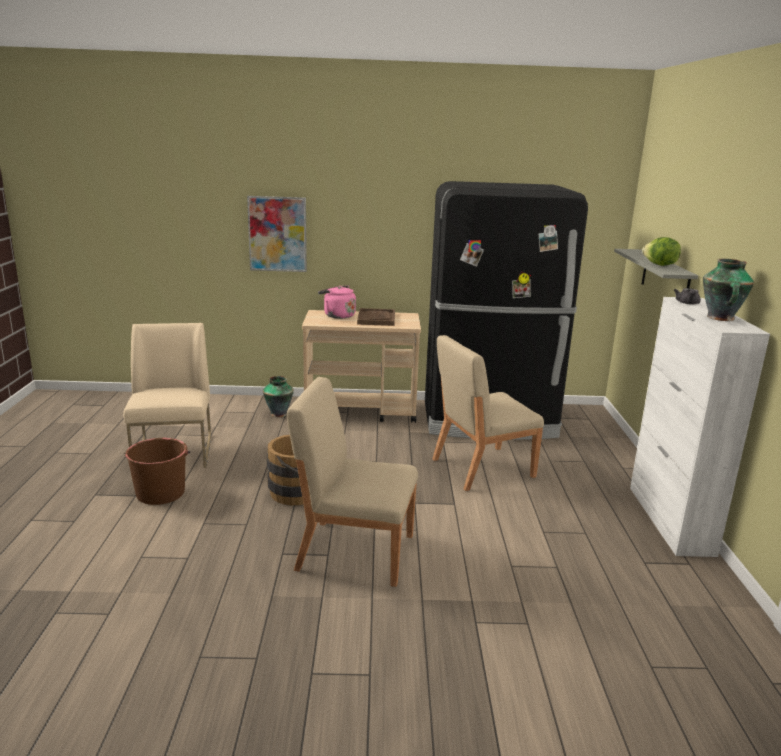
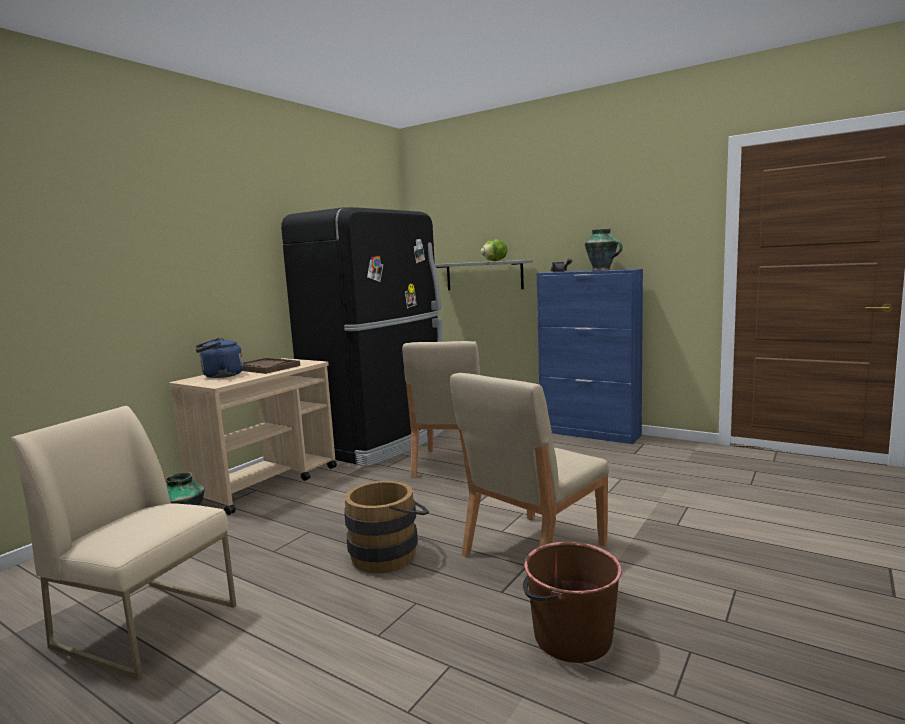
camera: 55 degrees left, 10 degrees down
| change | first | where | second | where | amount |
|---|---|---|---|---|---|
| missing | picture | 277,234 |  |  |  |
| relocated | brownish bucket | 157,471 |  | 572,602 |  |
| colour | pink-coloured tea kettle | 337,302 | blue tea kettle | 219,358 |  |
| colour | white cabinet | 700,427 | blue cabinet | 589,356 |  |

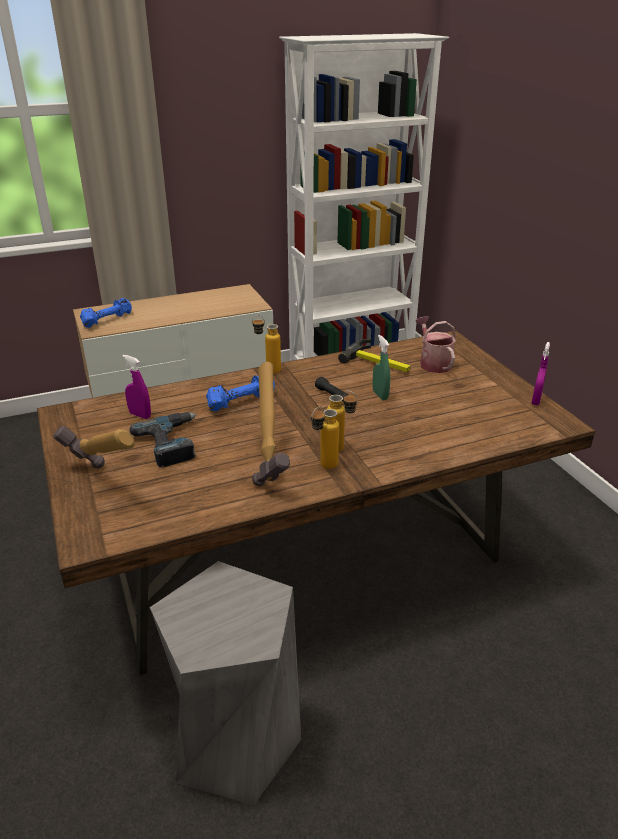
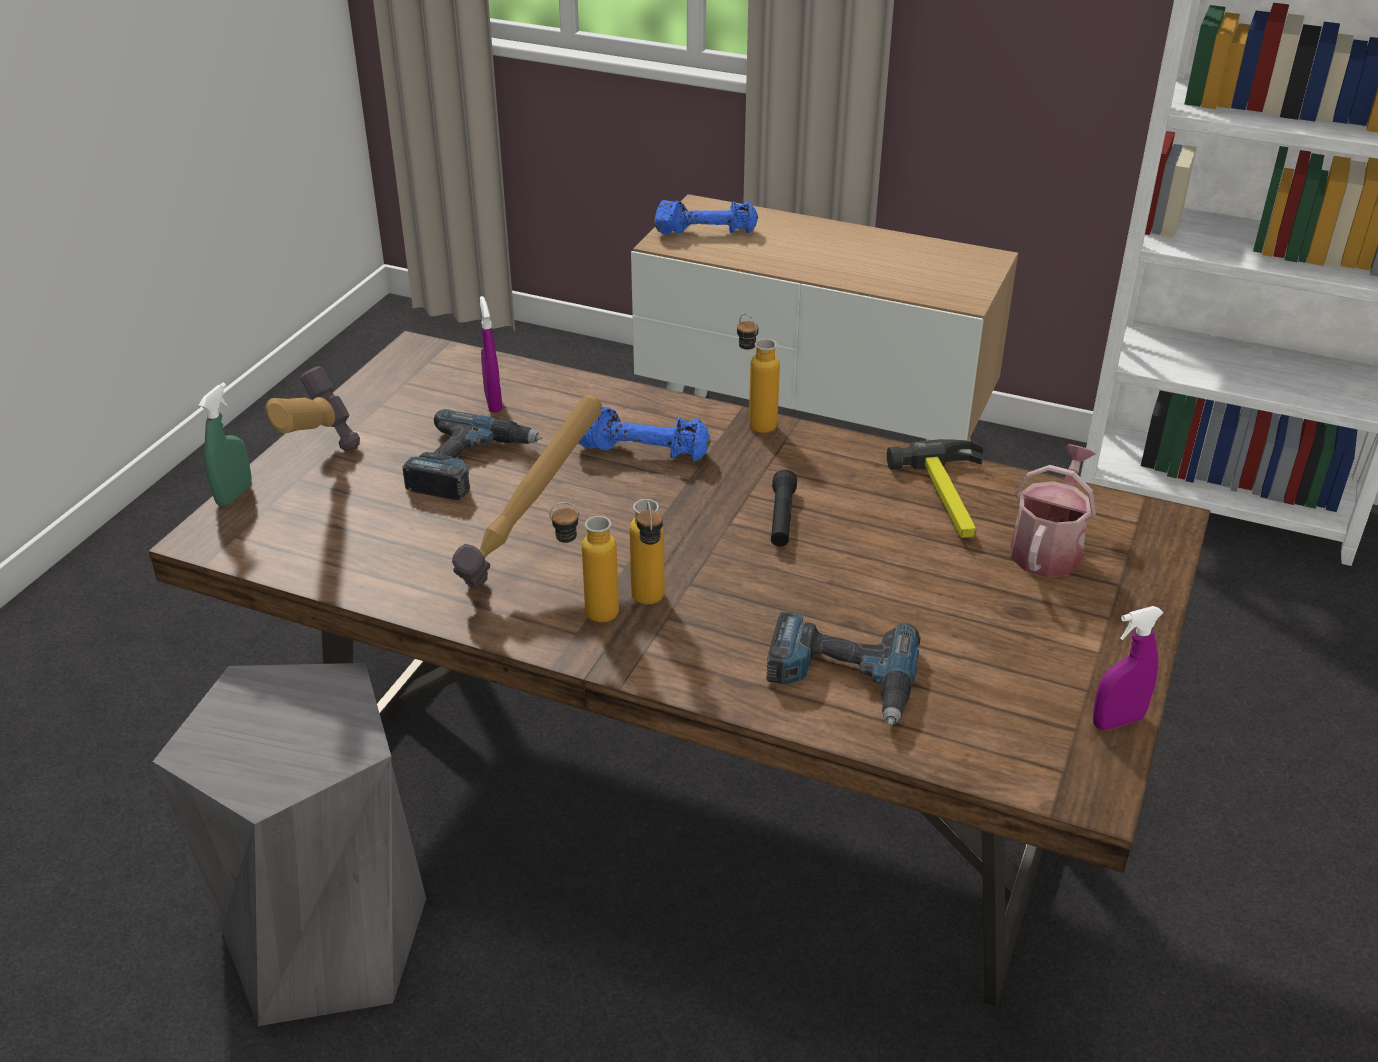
camera: 45 degrees right, 5 degrees up
| change | first | where | second | where | amount |
|---|---|---|---|---|---|
| appeared |  |  | power drill | 843,668 |  |
| relocated | greenish sprayer | 381,367 |  | 225,444 |  |

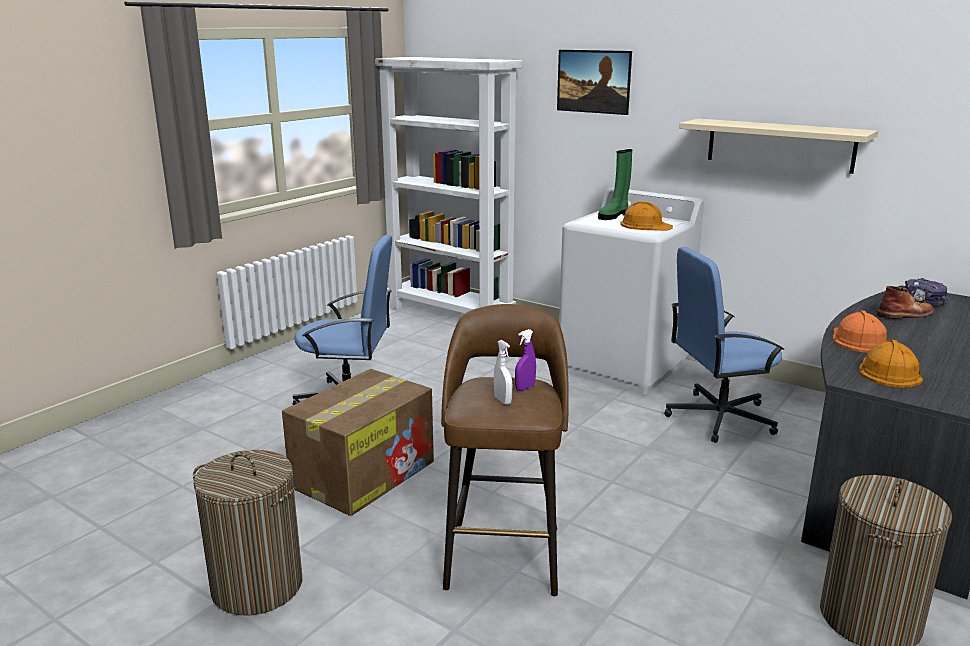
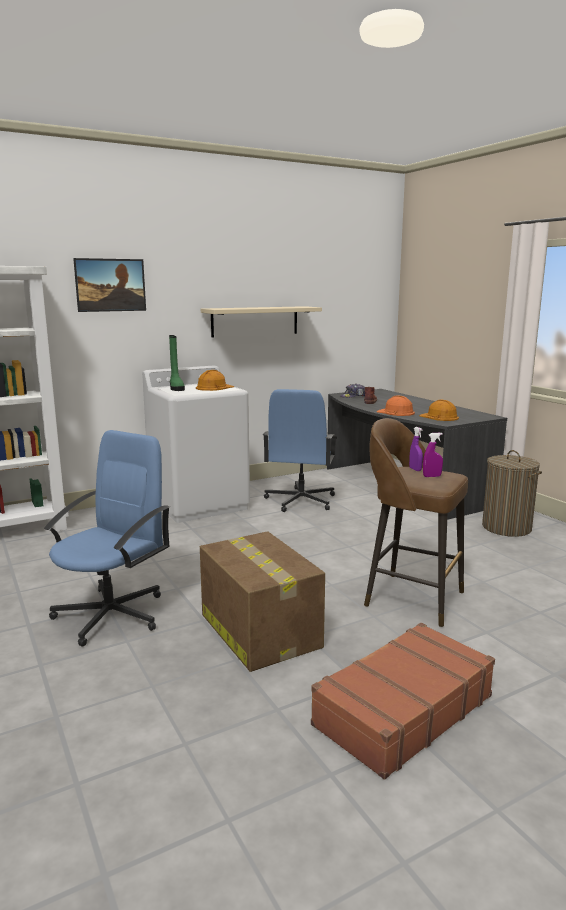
camera: 65 degrees left, 5 degrees down
| change | first | where | second | where | amount |
|---|---|---|---|---|---|
| exchanged | hamper | 247,532 | brownish suitcase | 403,701 |  |
| colour | white sprayer | 503,372 | purple-coloured sprayer | 433,455 |  |

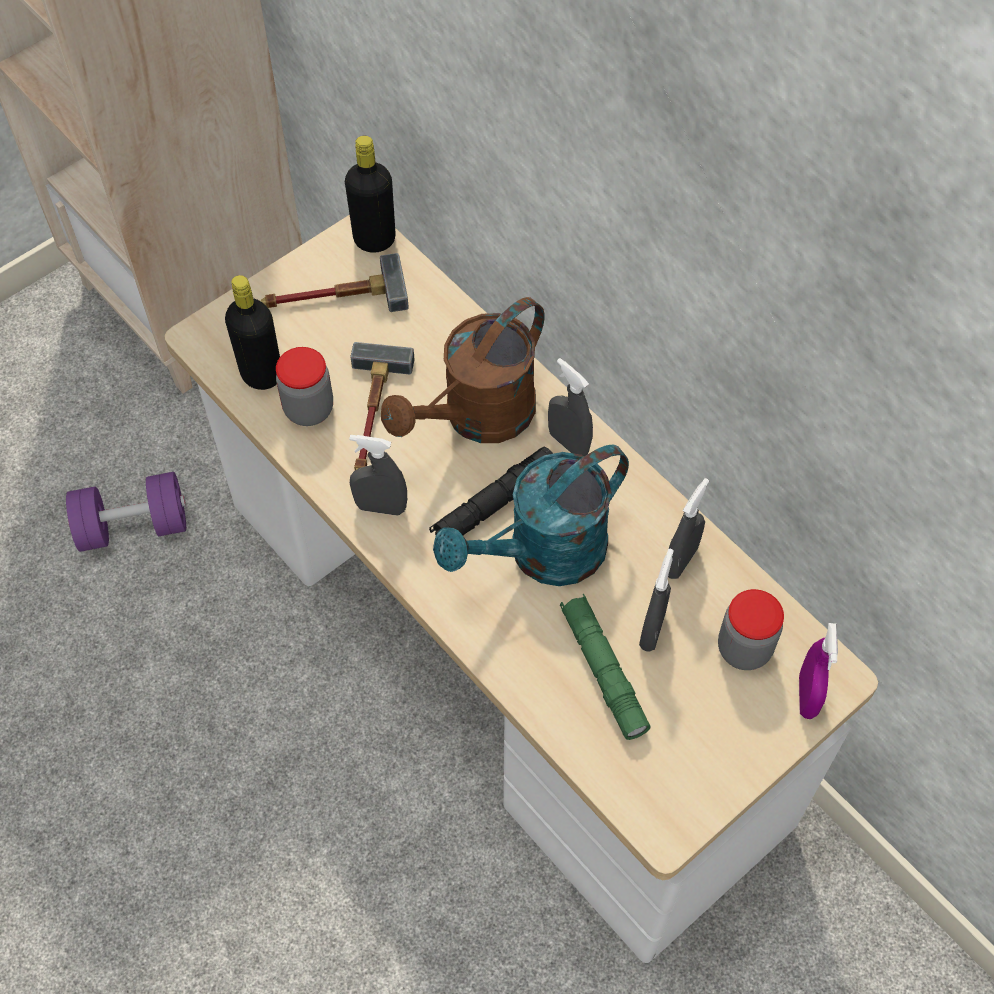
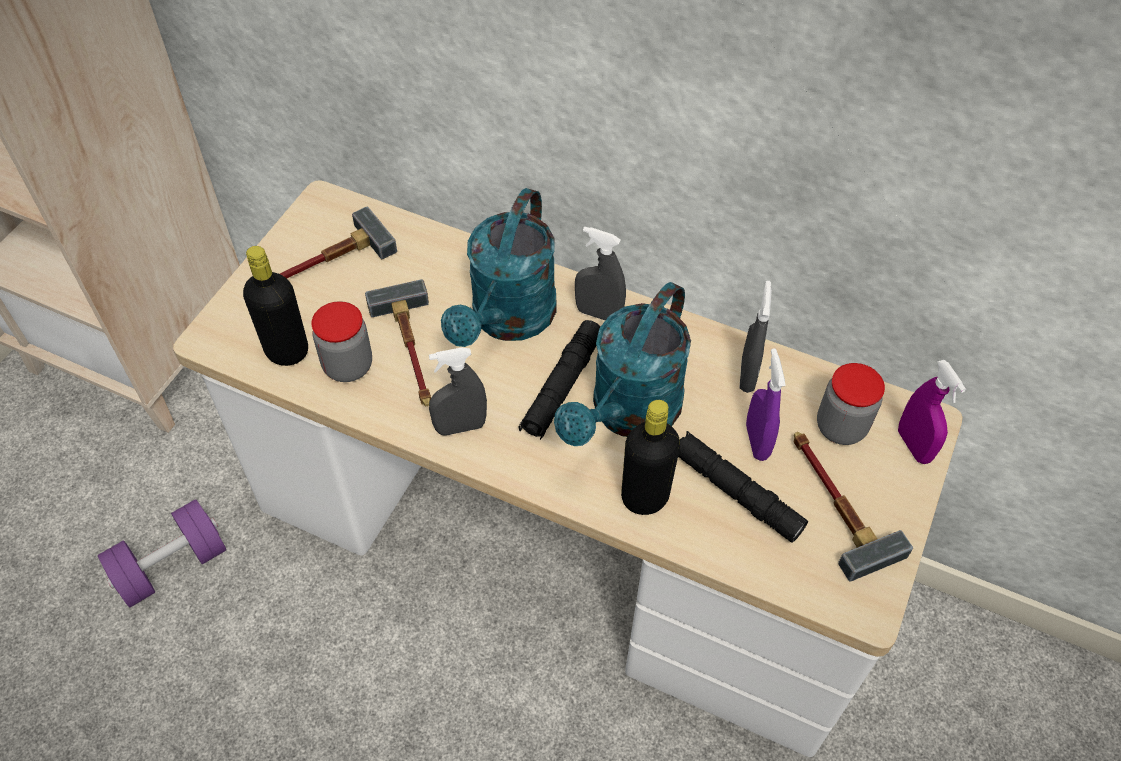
camera: 25 degrees left, 5 degrees down
| change | first | where | second | where | amount |
|---|---|---|---|---|---|
| appeared |  |  | hammer | 853,507 |  |
| relocated | black beverage bottle | 370,194 |  | 650,457 |  |
| colour | brownish watering can | 463,370 | turquoise-coloured watering can | 499,267 |  |
| colour | greenish torch | 605,667 | black torch | 743,487 |  |
| colour | gray sprayer | 656,600 | purple-coloured sprayer | 766,404 |  |

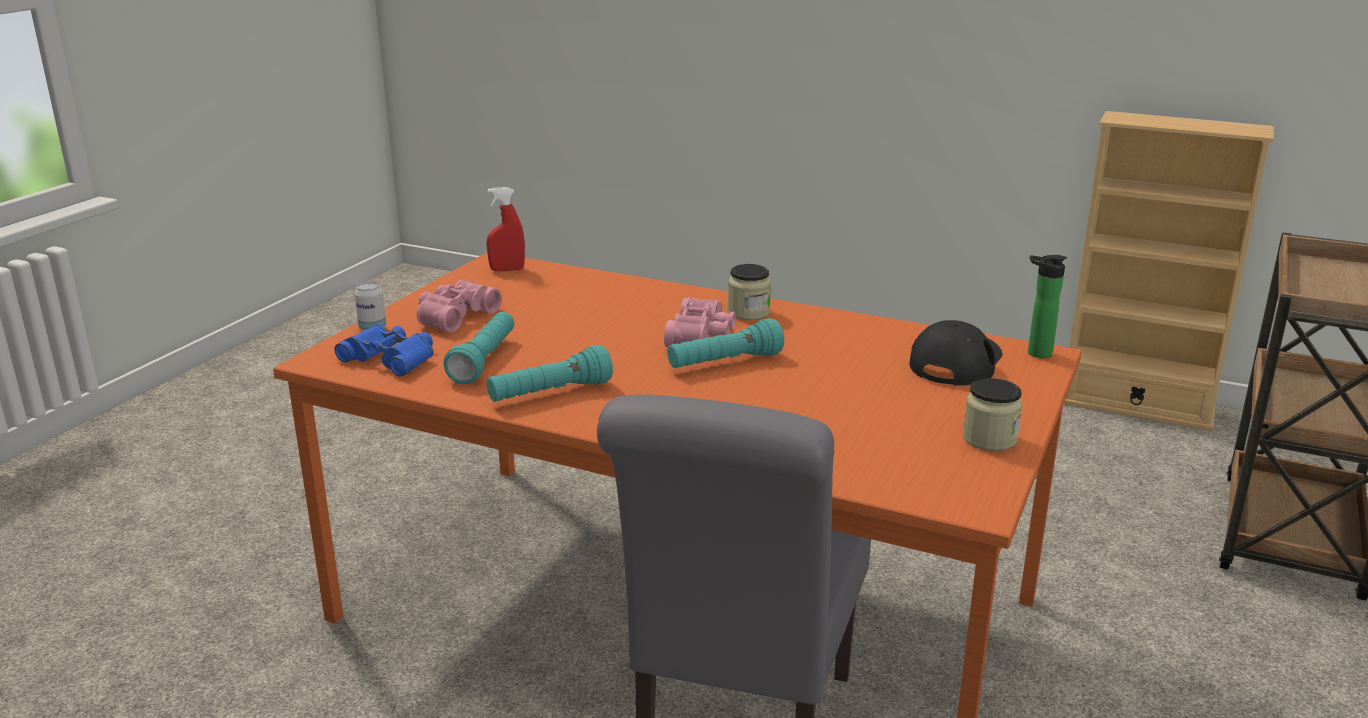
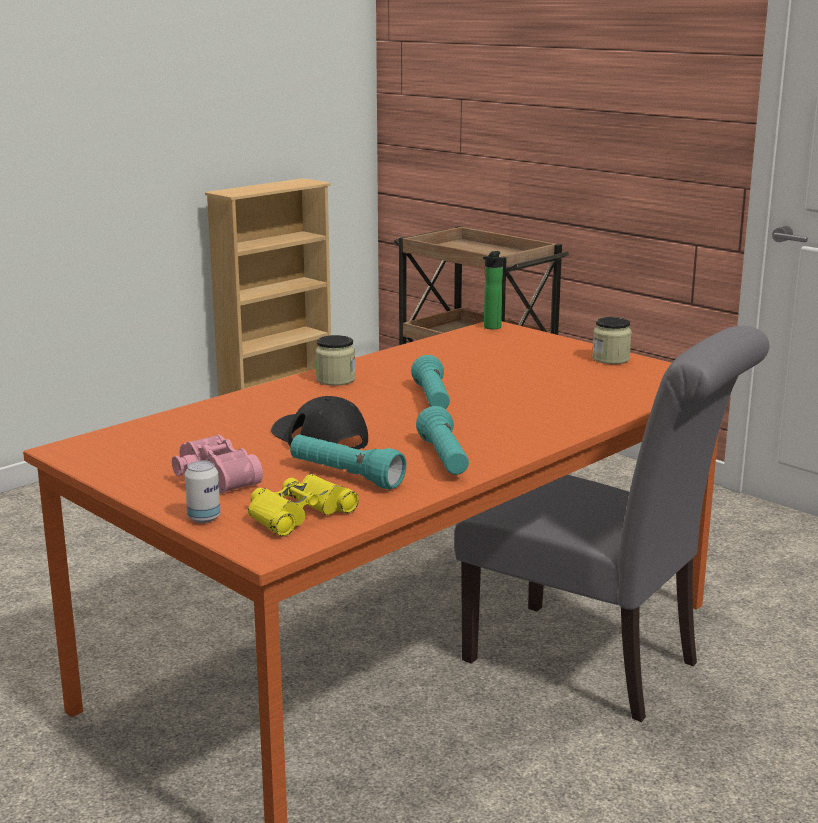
camera: 70 degrees left, 5 degrees down
| change | first | where | second | where | amount |
|---|---|---|---|---|---|
| missing | red-coloured sprayer | 506,229 |  |  |  |
| missing | pink-coloured binoculars | 700,322 |  |  |  |
| relocated | black baseball cap | 956,353 |  | 319,423 |  |
| colour | blue binoculars | 384,350 | yellow binoculars | 303,505 |  |

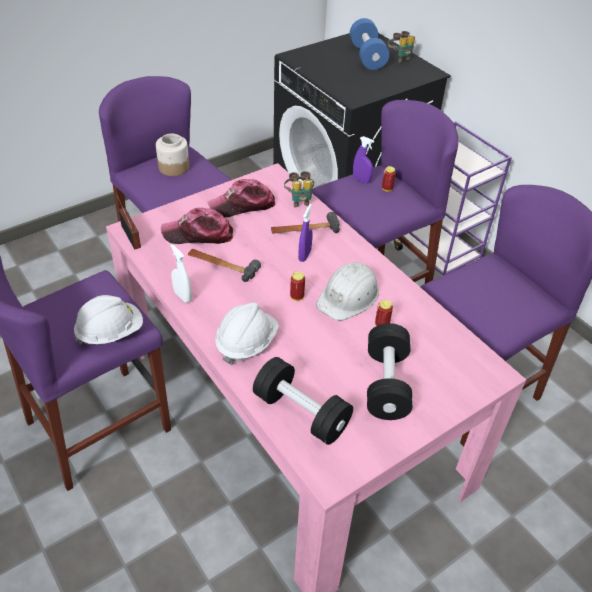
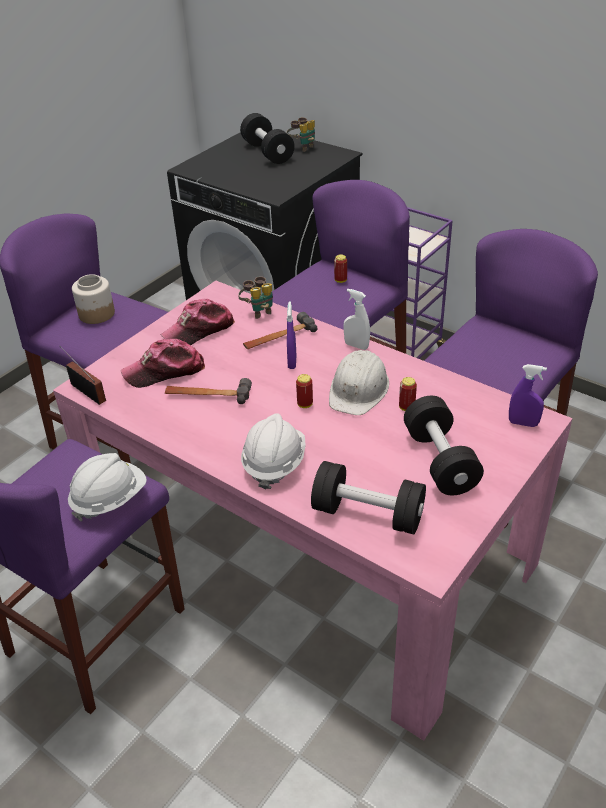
camera: 15 degrees left, 5 degrees down
| change | first | where | second | where | amount |
|---|---|---|---|---|---|
| relocated | white sprayer | 181,273 |  | 357,319 |  |
| relocated | purple-coloured sprayer | 363,160 |  | 528,395 |  |
| colour | blue dumbbell | 369,44 | black dumbbell | 267,138 |  |

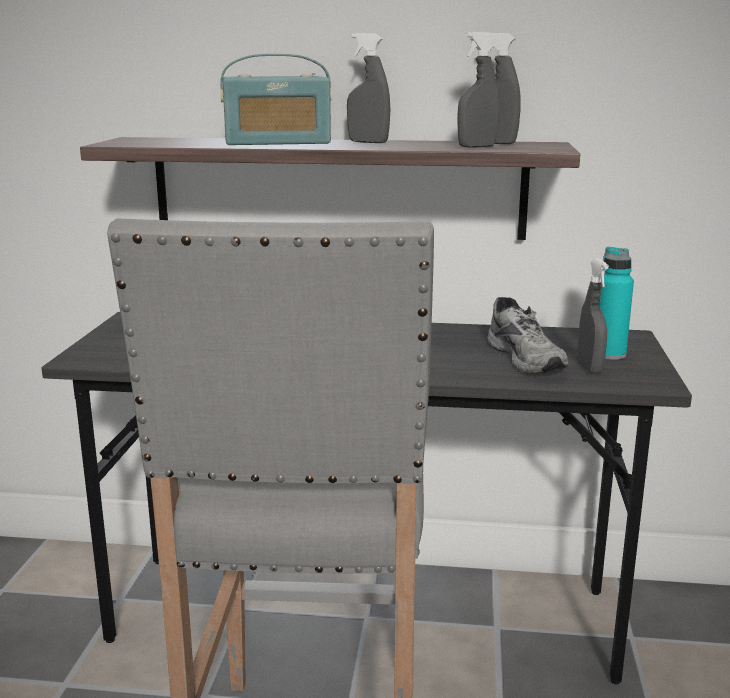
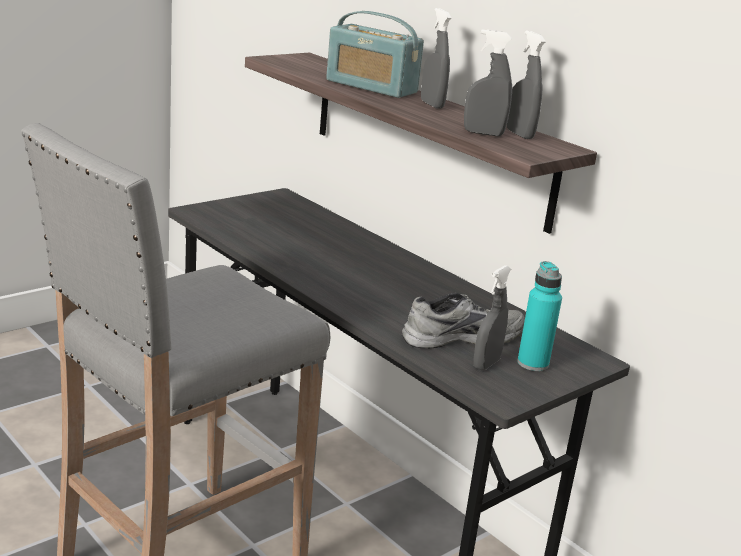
camera: 40 degrees right, 5 degrees up
| change | first | where | second | where | amount |
|---|---|---|---|---|---|
| spun | gray low shoe | 527,335 |  | 463,320 | 135 degrees counterclockwise |

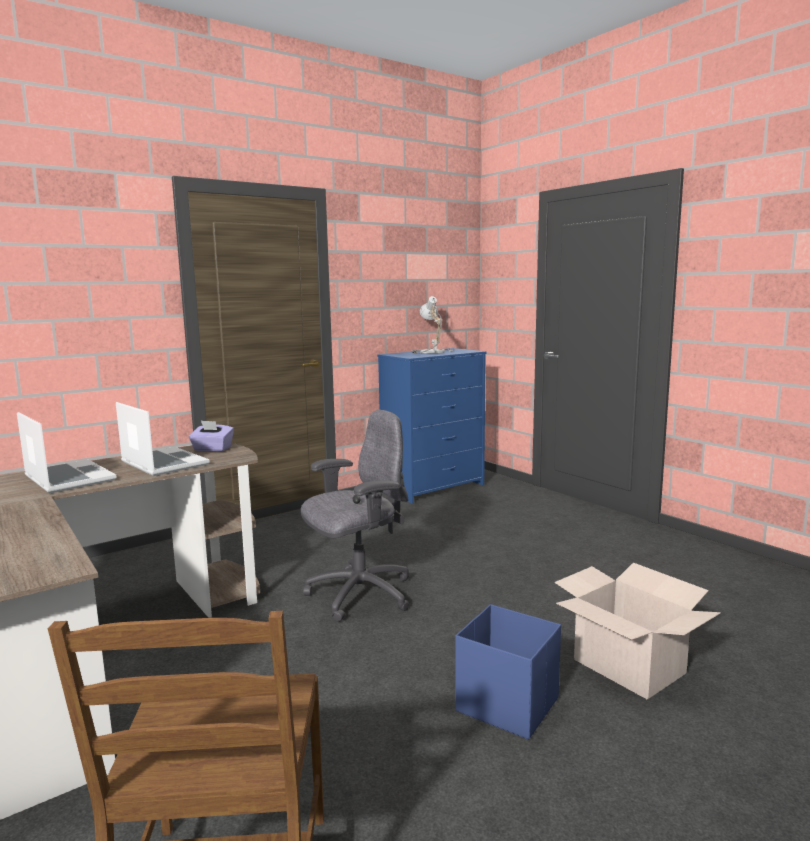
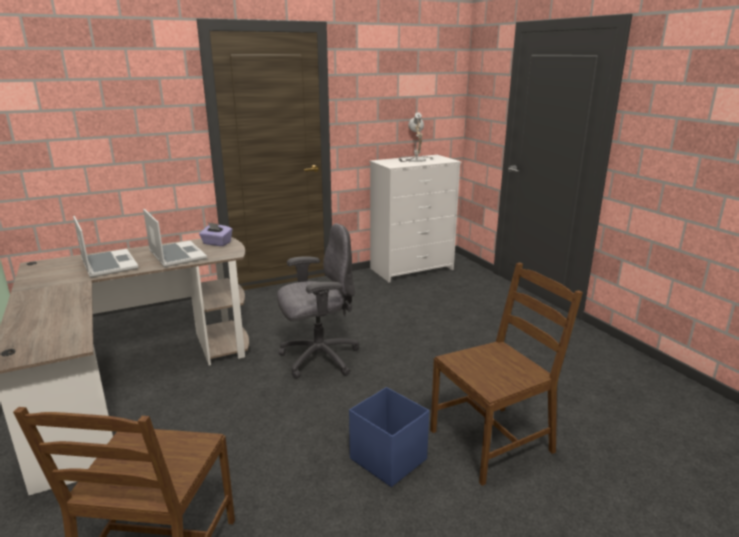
camera: 10 degrees right, 10 degrees up
| change | first | where | second | where | amount |
|---|---|---|---|---|---|
| exchanged | packing box | 637,631 | brownish upright chair | 507,374 |  |
| colour | blue drawer chest | 431,425 | white drawer chest | 415,218 |  |

